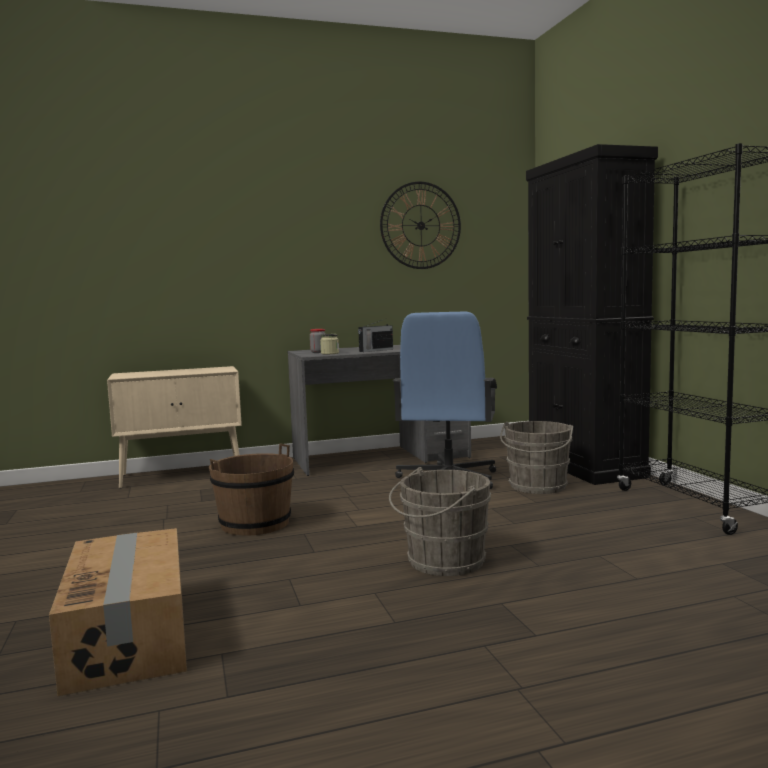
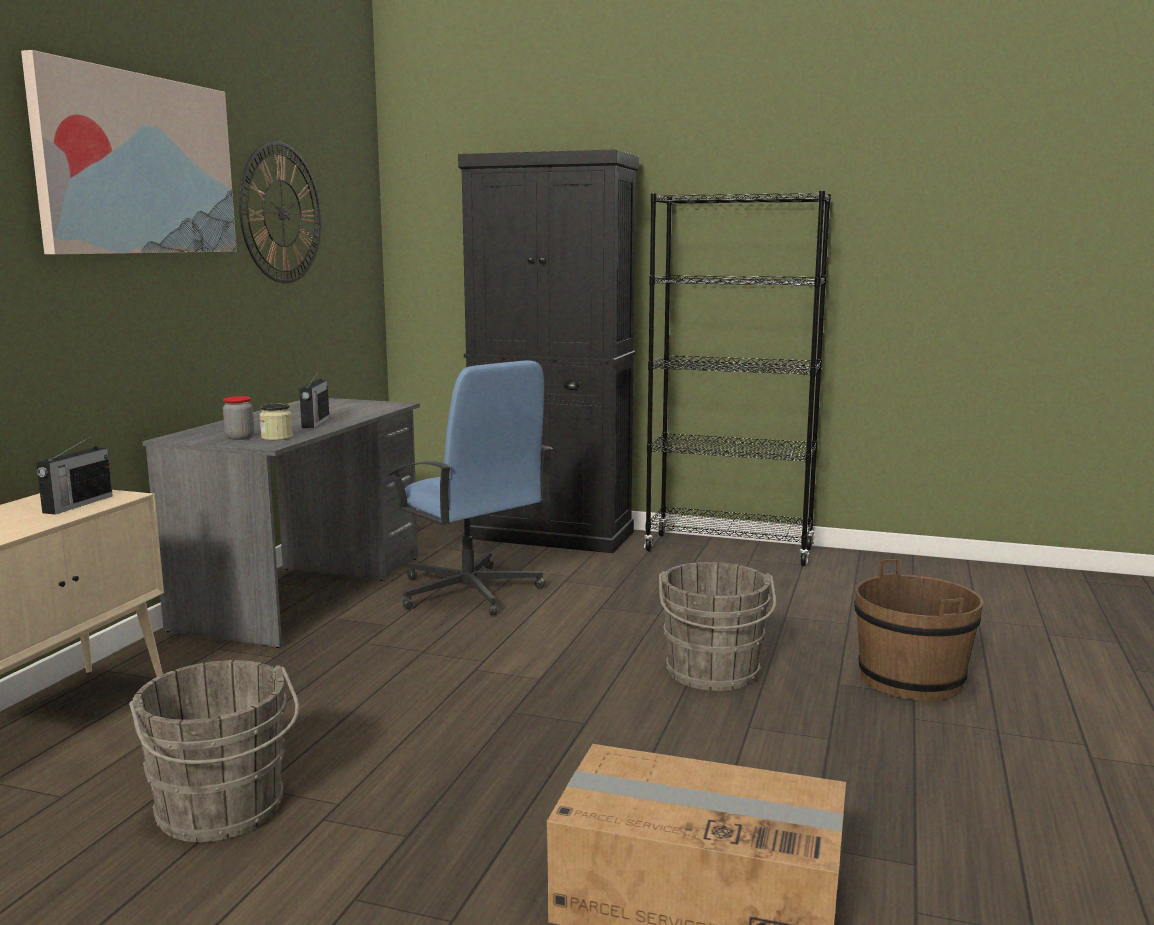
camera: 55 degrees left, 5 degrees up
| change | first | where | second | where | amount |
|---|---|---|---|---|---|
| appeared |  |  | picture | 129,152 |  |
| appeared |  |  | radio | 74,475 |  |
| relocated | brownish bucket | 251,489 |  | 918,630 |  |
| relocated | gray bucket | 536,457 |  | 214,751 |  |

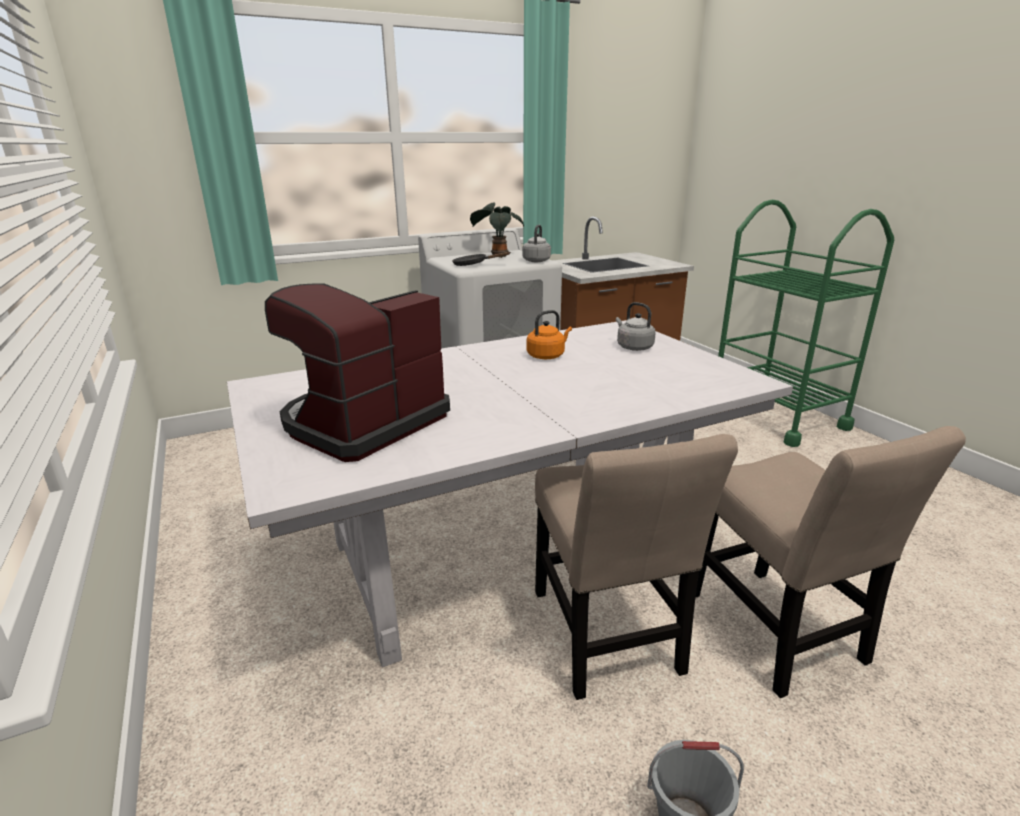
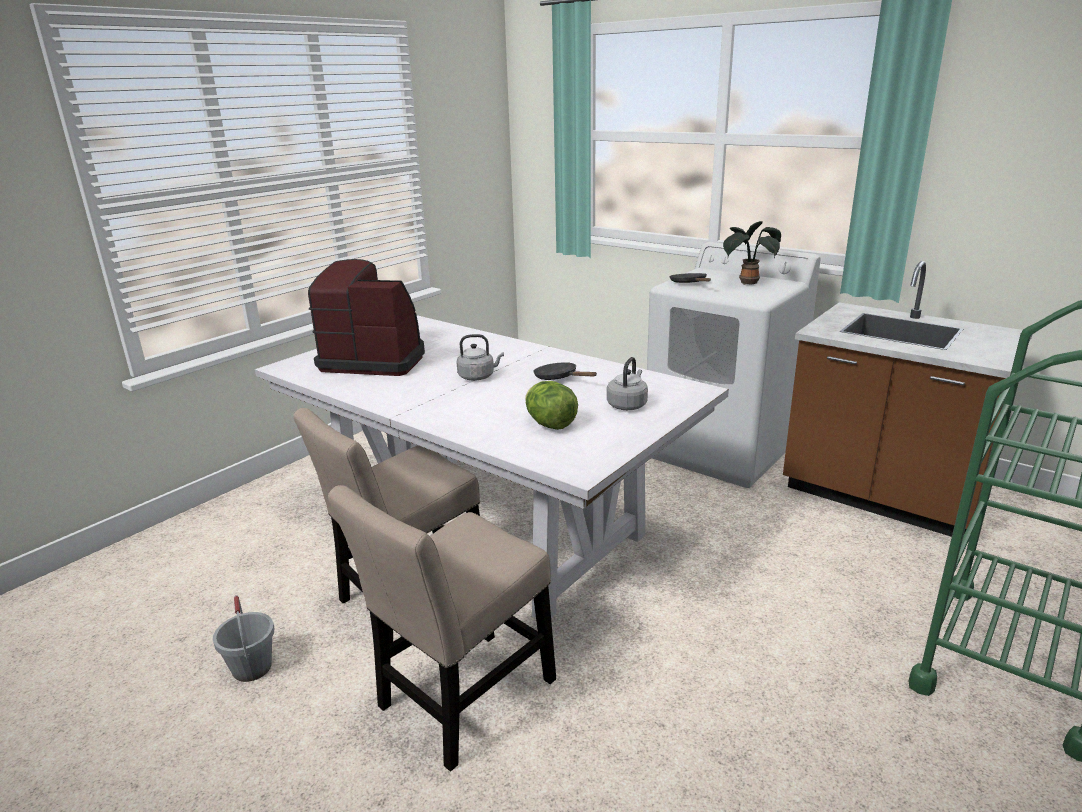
camera: 65 degrees right, 0 degrees up
| change | first | where | second | where | amount |
|---|---|---|---|---|---|
| appeared |  |  | lettuce head | 551,405 |  |
| relocated | gray tea kettle | 536,243 |  | 480,357 |  |
| exchanged | orangey tea kettle | 549,334 | black frying pan | 565,371 |  |

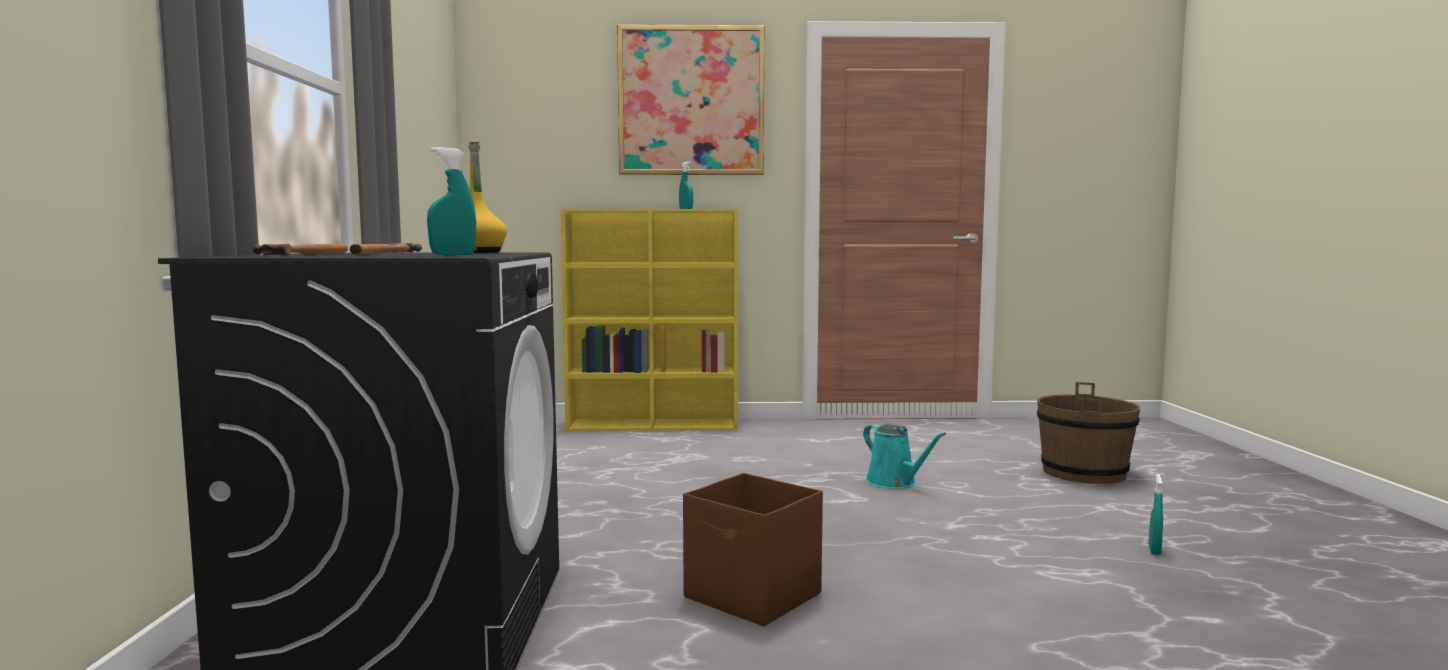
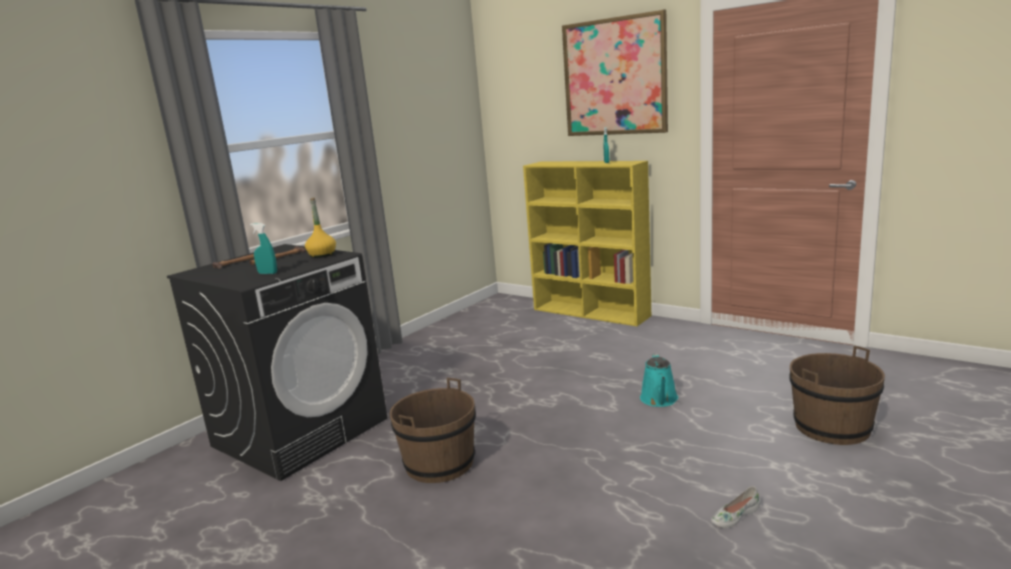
camera: 40 degrees right, 10 degrees up
| change | first | where | second | where | amount |
|---|---|---|---|---|---|
| exchanged | brownish storage container | 753,549 | brownish bucket | 433,430 |  |
| exchanged | turquoise-coloured sprayer | 1156,514 | white low shoe | 735,507 |  |

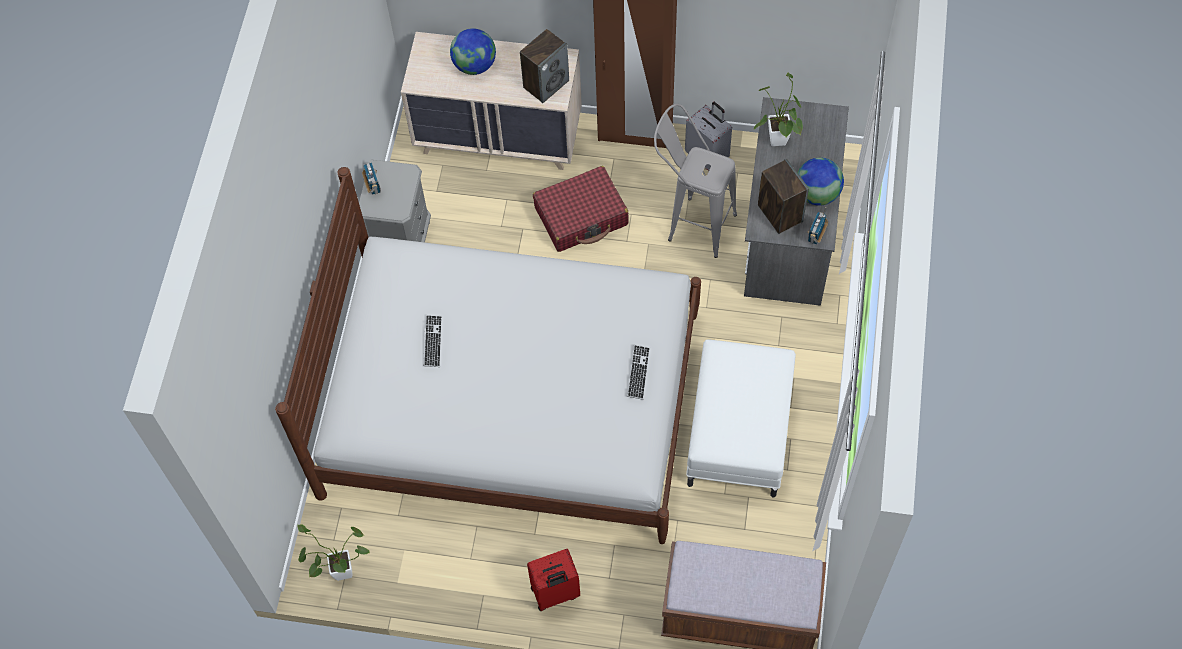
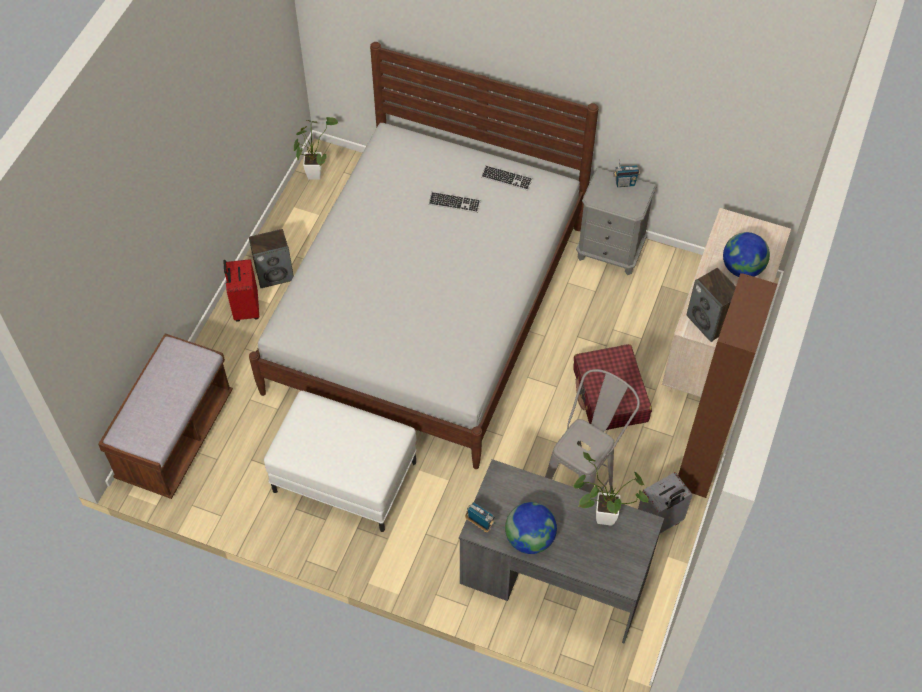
camera: 100 degrees right, 5 degrees down
| change | first | where | second | where | amount |
|---|---|---|---|---|---|
| relocated | keyboard | 638,372 |  | 507,178 |  |
| relocated | loudspeaker | 783,196 |  | 271,258 |  |

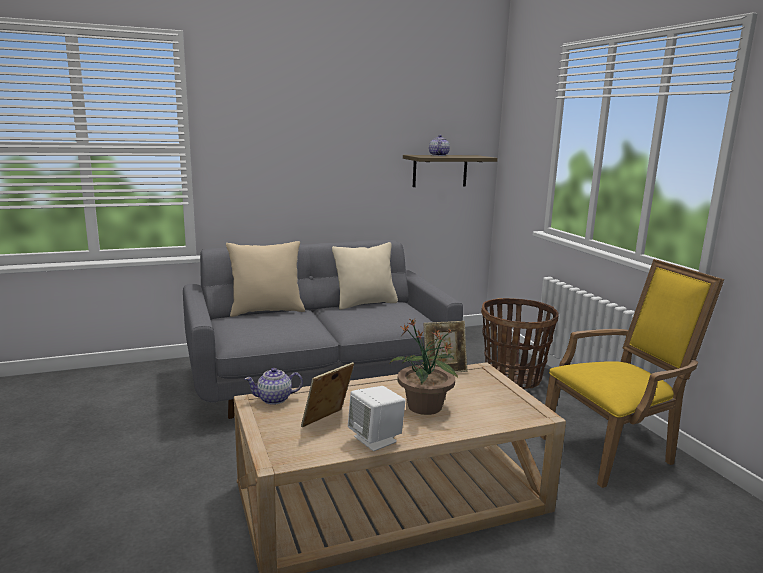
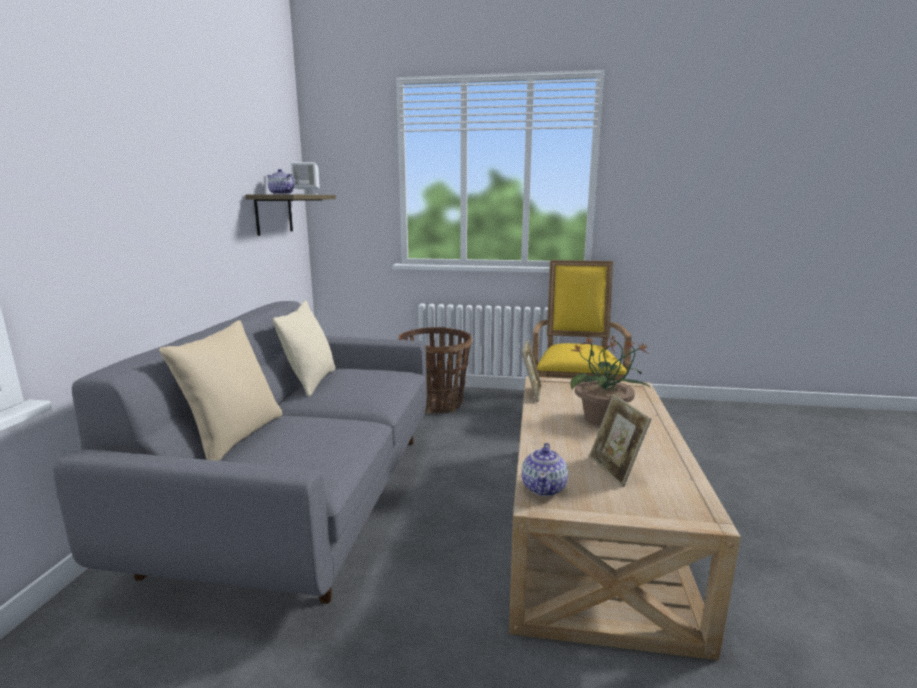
camera: 60 degrees left, 0 degrees up
| change | first | where | second | where | amount |
|---|---|---|---|---|---|
| relocated | white loudspeaker | 376,418 |  | 305,178 |  |

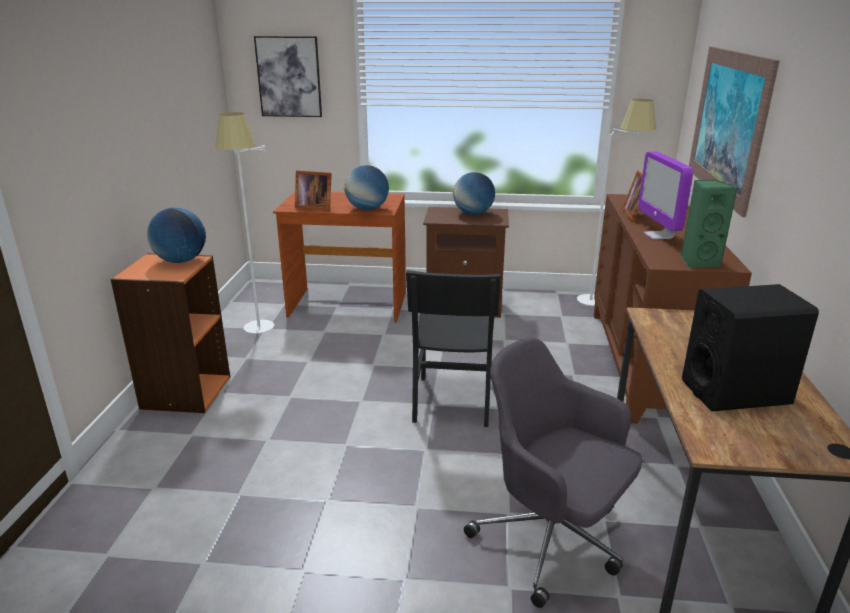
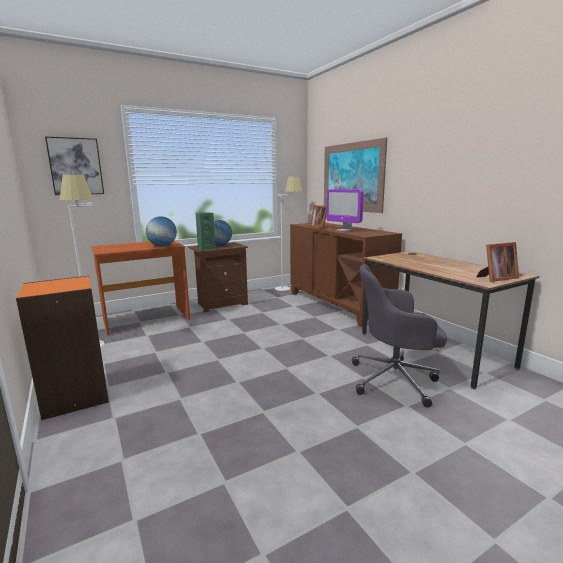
camera: 35 degrees left, 10 degrees down
| change | first | where | second | where | amount |
|---|---|---|---|---|---|
| missing | globe | 176,235 |  |  |  |
| missing | black upright chair | 453,348 |  |  |  |
| missing | black loudspeaker | 750,347 |  |  |  |
| relocated | standing frame | 313,191 |  | 498,262 |  |
| relocated | greenish loudspeaker | 709,223 |  | 205,231 |  |

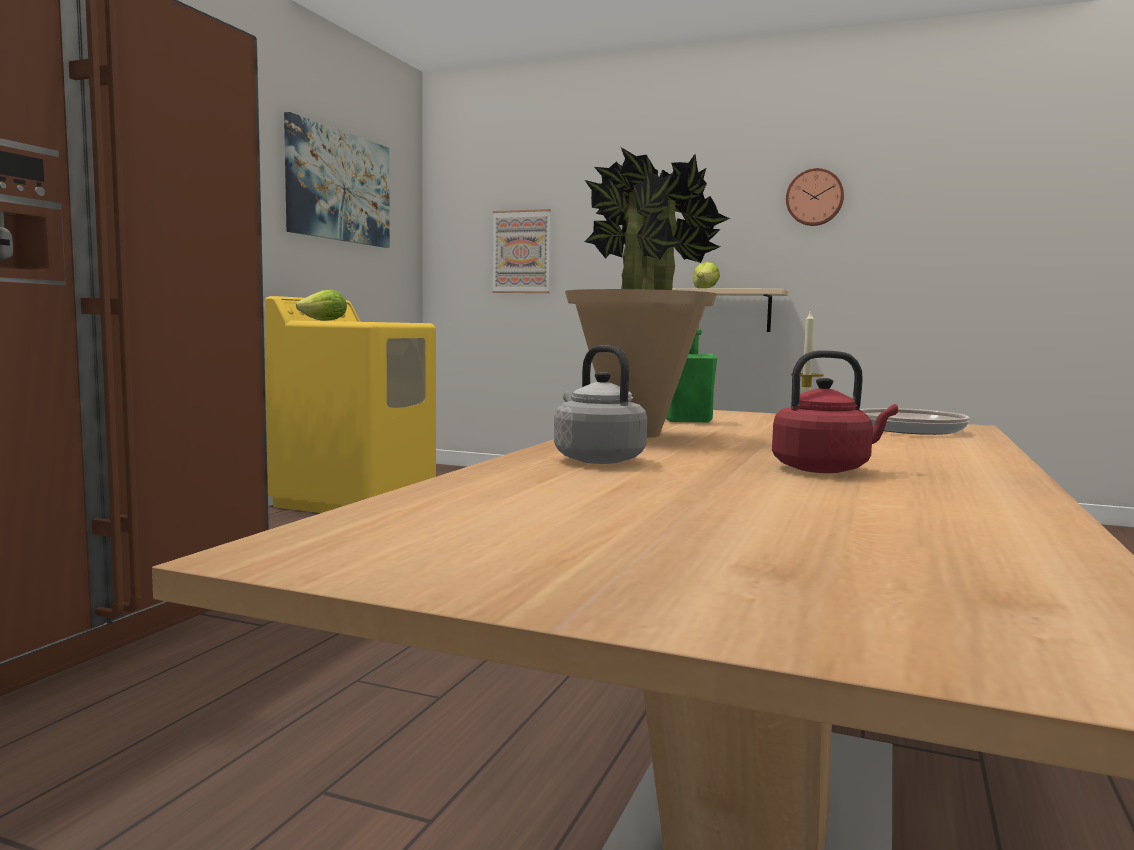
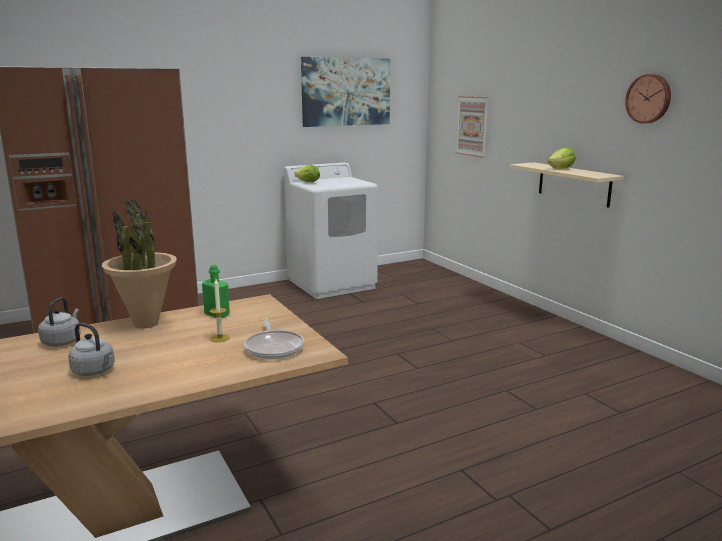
camera: 40 degrees right, 10 degrees up
| change | first | where | second | where | amount |
|---|---|---|---|---|---|
| colour | yellow laundry machine | 350,404 | white laundry machine | 331,230 |  |
| colour | red-coloured tea kettle | 835,411 | gray tea kettle | 91,349 |  |

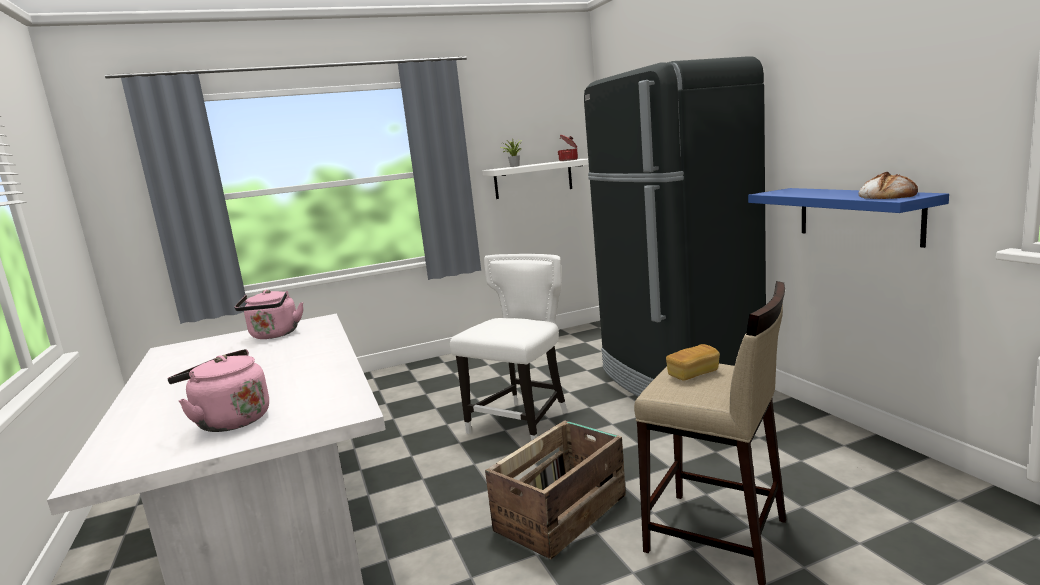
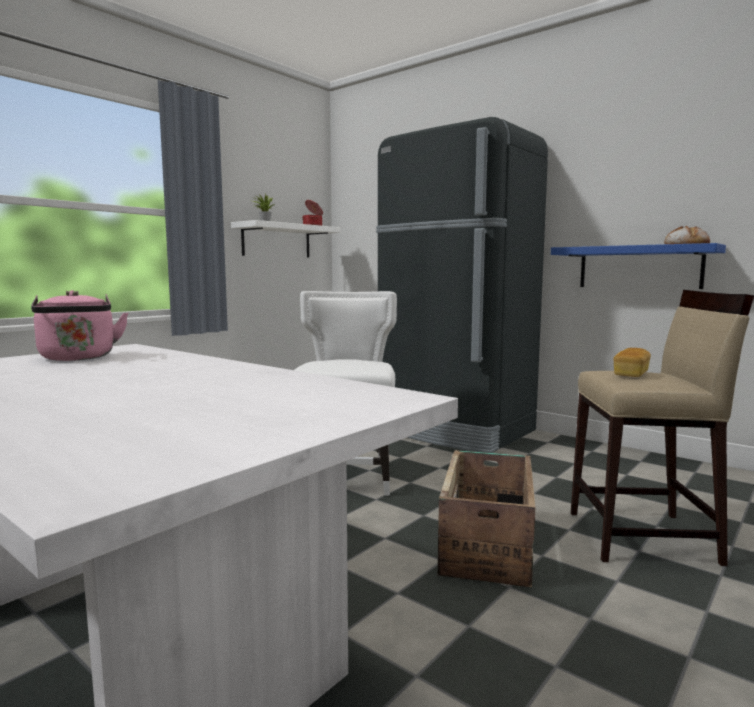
camera: 30 degrees left, 5 degrees down
| change | first | where | second | where | amount |
|---|---|---|---|---|---|
| missing | pink-coloured tea kettle | 218,390 |  |  |  |

